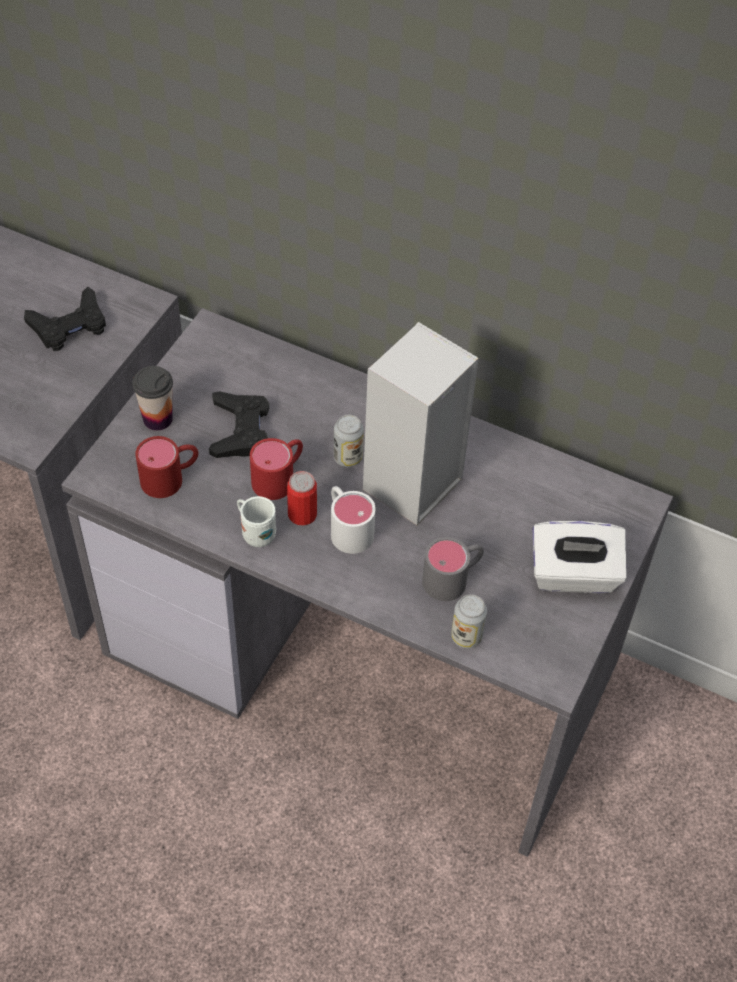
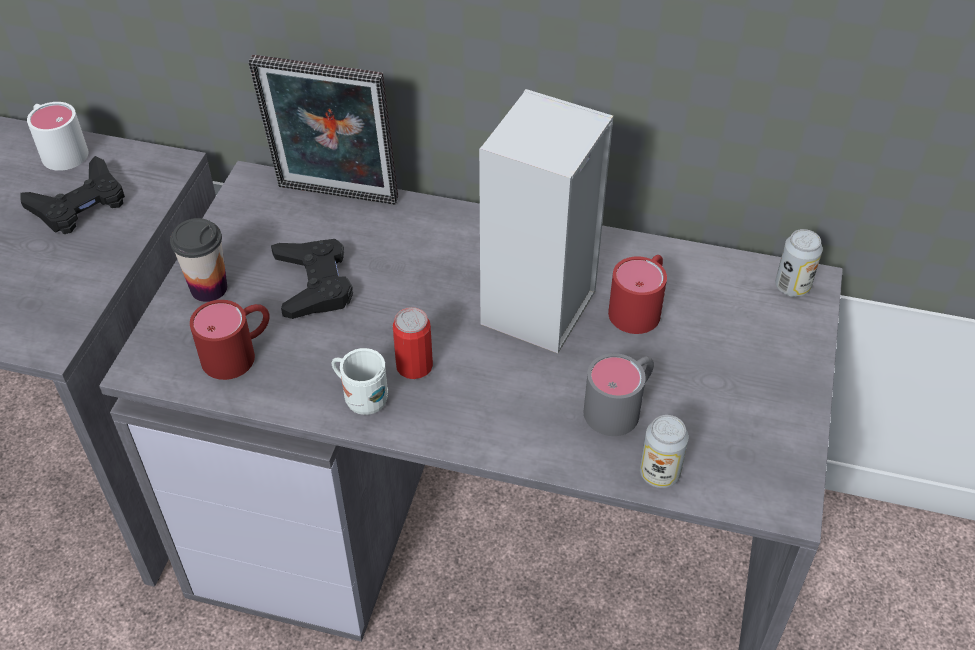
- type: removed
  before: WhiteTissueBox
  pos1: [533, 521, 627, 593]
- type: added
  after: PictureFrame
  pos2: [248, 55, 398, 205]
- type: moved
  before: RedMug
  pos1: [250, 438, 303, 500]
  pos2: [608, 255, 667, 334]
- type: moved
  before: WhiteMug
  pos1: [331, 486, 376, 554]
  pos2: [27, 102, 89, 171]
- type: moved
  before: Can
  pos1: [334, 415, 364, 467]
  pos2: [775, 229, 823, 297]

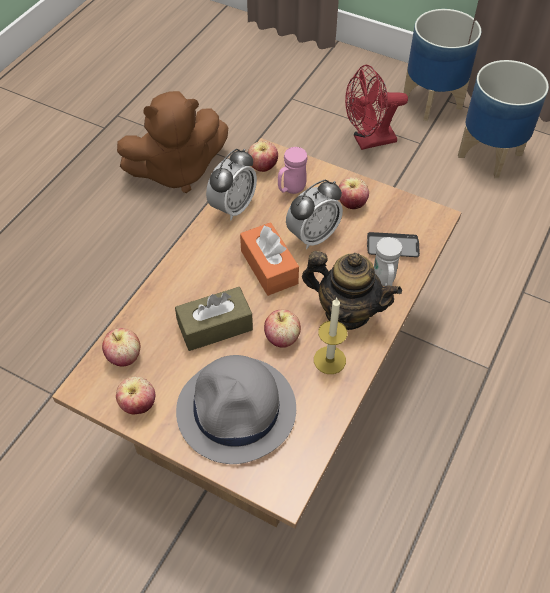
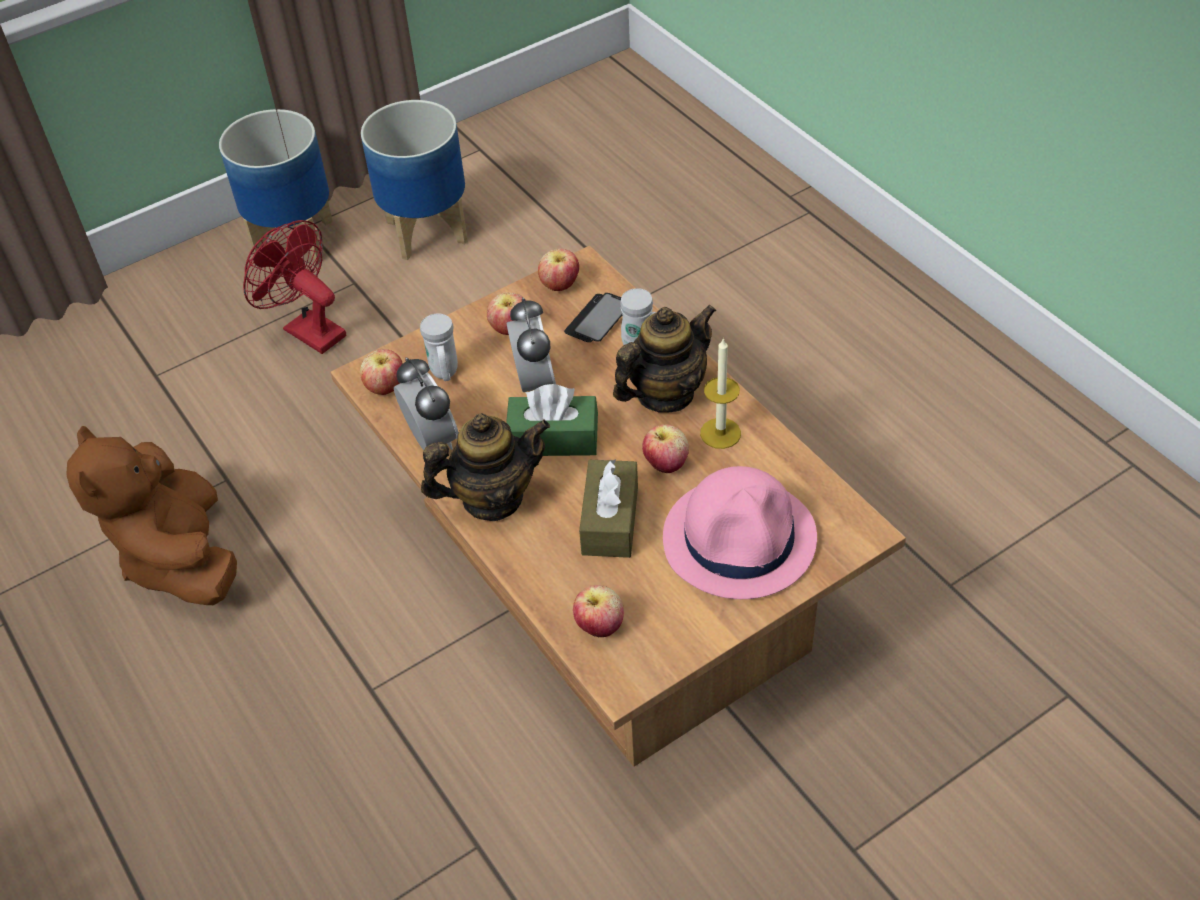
- type: added
  after: Teapot
  pos2: [421, 413, 550, 521]
- type: moved
  before: Apple
  pos1: [116, 377, 155, 414]
  pos2: [538, 249, 579, 291]
- type: recoloured
  before: GreyHat
  after: PinkHat
  pos1: [176, 355, 296, 464]
  pos2: [663, 466, 817, 599]
- type: recoloured
  before: OrangeTissueBox
  after: GreenTissueBox
  pos1: [240, 222, 299, 296]
  pos2: [506, 384, 598, 456]
- type: recoloured
  before: PinkMug
  after: WhiteMug
  pos1: [278, 147, 308, 194]
  pos2: [420, 314, 458, 381]
- type: turned
  before: BrownPlushToy
  pos1: [117, 91, 228, 193]
  pos2: [66, 426, 237, 605]
  turn: 150
- type: turned
  before: RedFan
  pos1: [345, 65, 408, 150]
  pos2: [243, 220, 346, 354]
  turn: 120

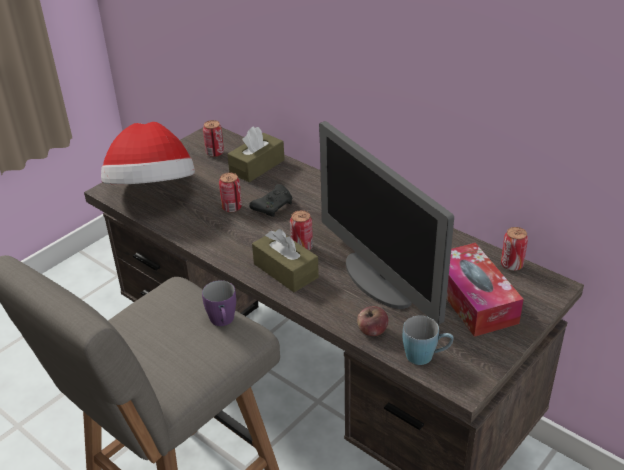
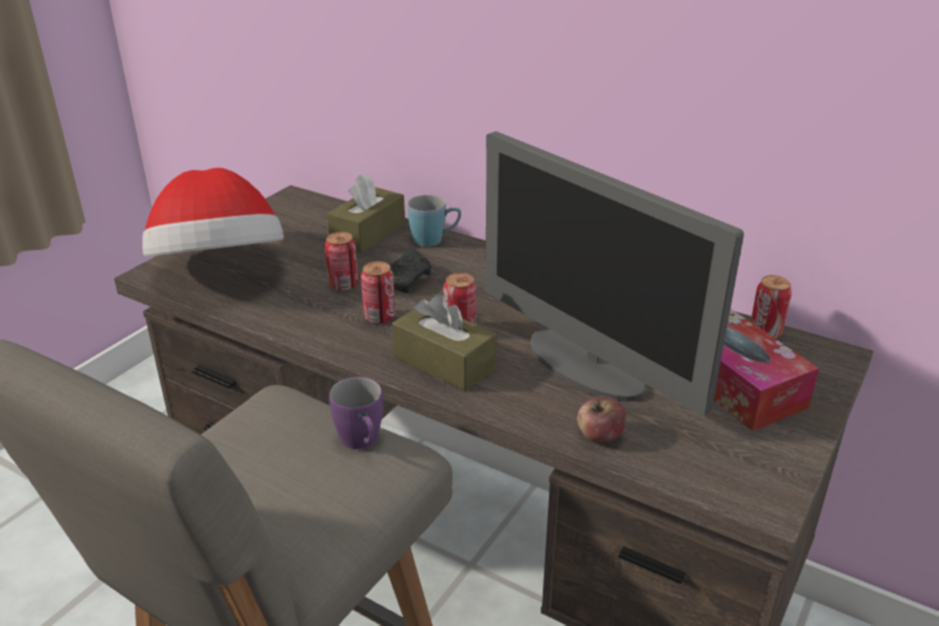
- type: moved
  before: Can
  pos1: [203, 120, 224, 157]
  pos2: [361, 261, 395, 324]
- type: moved
  before: BlueMug
  pos1: [403, 316, 454, 365]
  pos2: [408, 195, 461, 247]

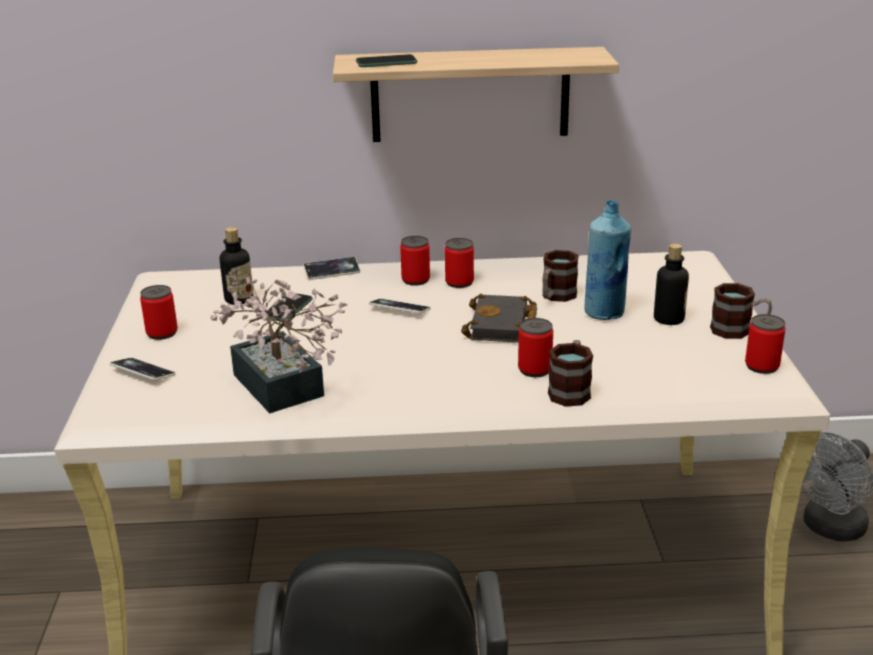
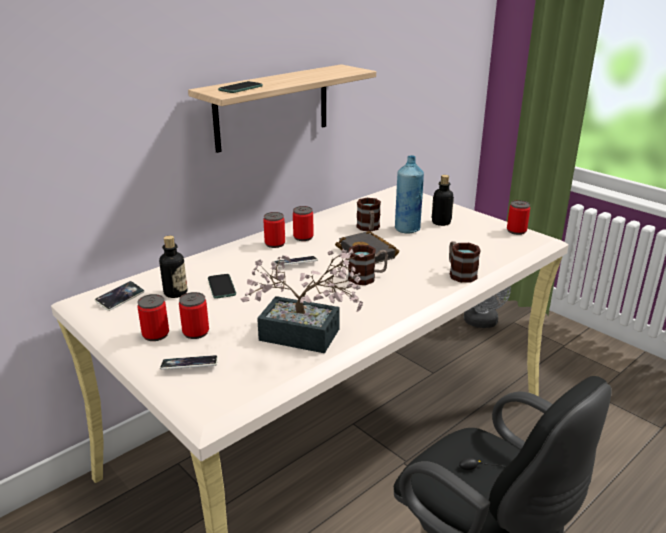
- type: moved
  before: Phone
  pos1: [303, 257, 360, 280]
  pos2: [95, 281, 145, 311]
- type: moved
  before: Can
  pos1: [518, 318, 553, 377]
  pos2: [179, 292, 209, 339]
- type: moved
  before: Mug
  pos1: [710, 283, 772, 339]
  pos2: [348, 245, 388, 285]

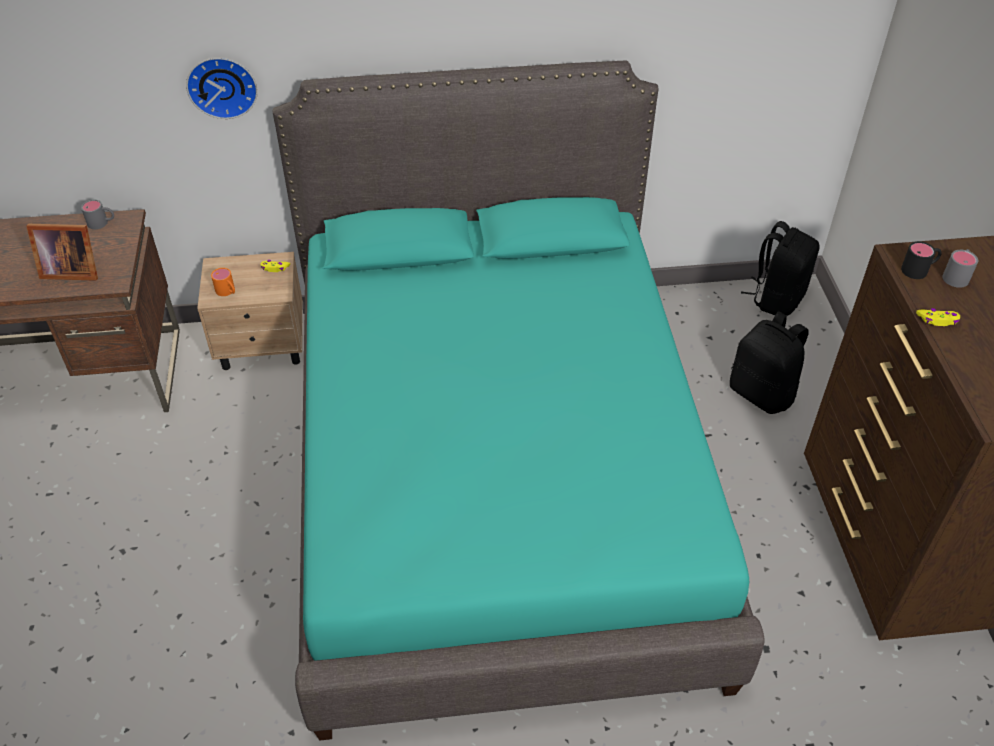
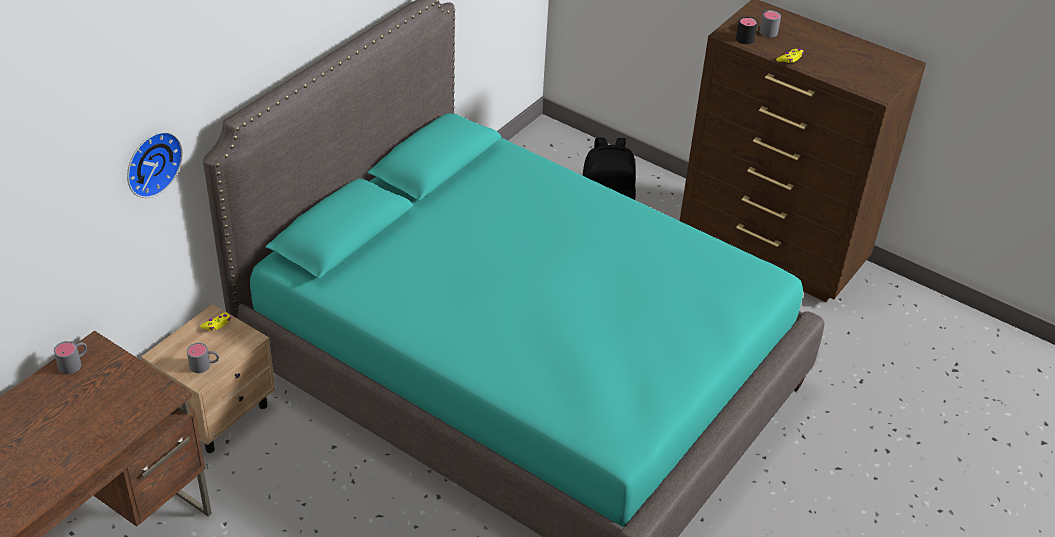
- type: removed
  before: PictureFrame
  pos1: [26, 224, 98, 281]
- type: removed
  before: BlackBackpack
  pos1: [741, 221, 820, 316]
- type: recoloured
  before: OrangeMug
  after: GreyMug
  pos1: [211, 268, 235, 296]
  pos2: [187, 343, 219, 373]

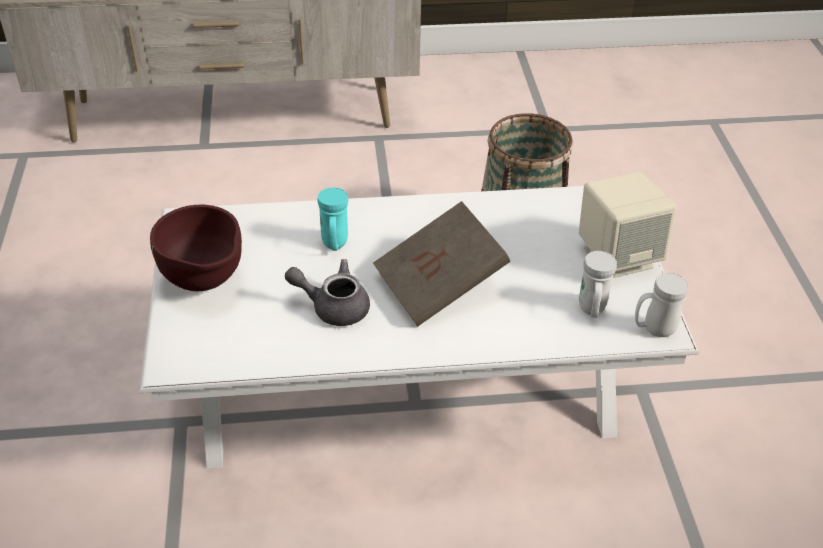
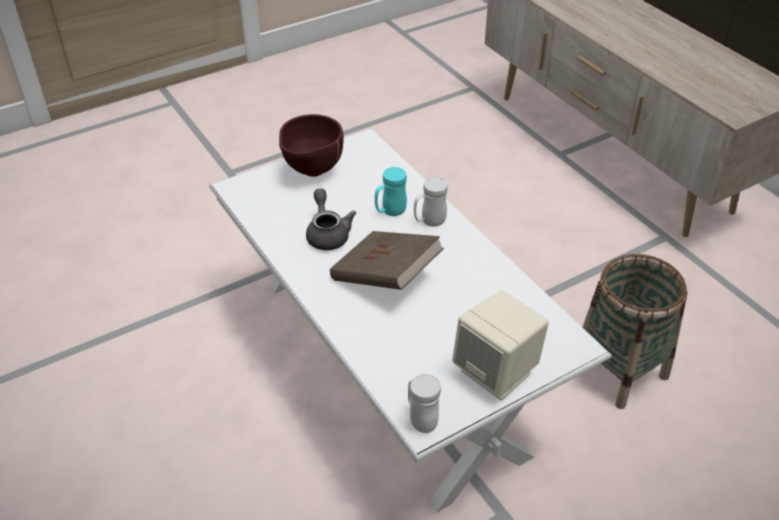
- type: moved
  before: WhiteMug
  pos1: [579, 251, 617, 318]
  pos2: [414, 177, 448, 227]

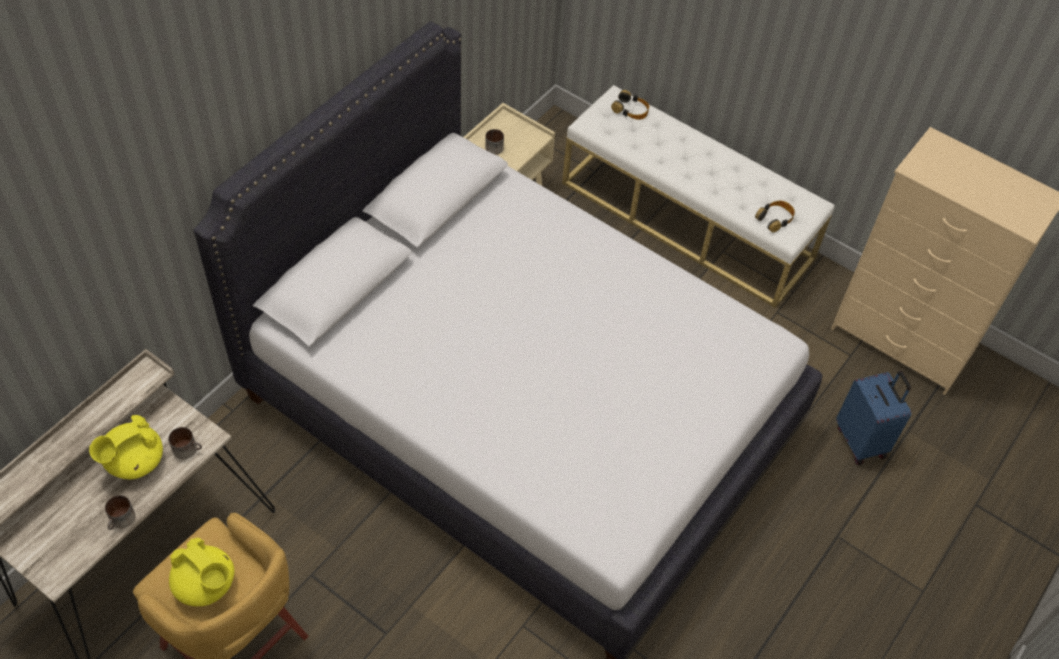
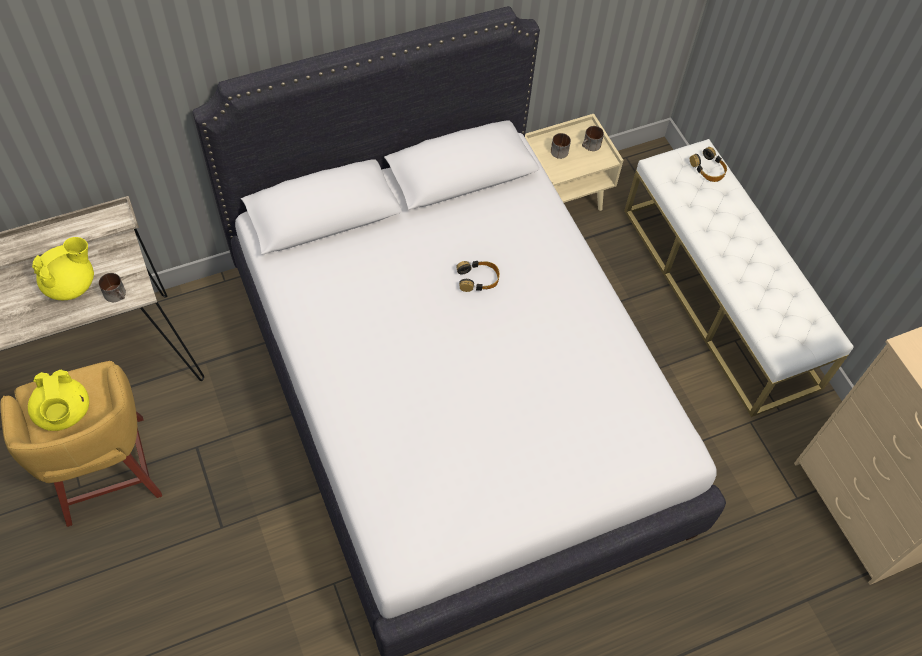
- type: removed
  before: BlueSuitcase
  pos1: [836, 371, 911, 465]
- type: moved
  before: Mug
  pos1: [105, 495, 136, 530]
  pos2: [582, 126, 604, 151]
- type: moved
  before: Headphones
  pos1: [755, 201, 795, 233]
  pos2: [456, 261, 500, 292]
- type: turned
  before: YellowTeapot
  pos1: [89, 415, 163, 479]
  pos2: [32, 237, 94, 300]
  turn: 150

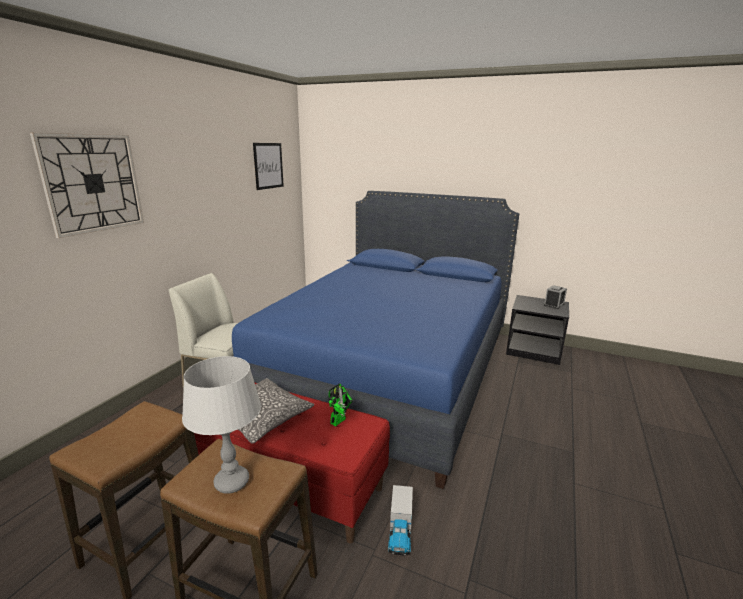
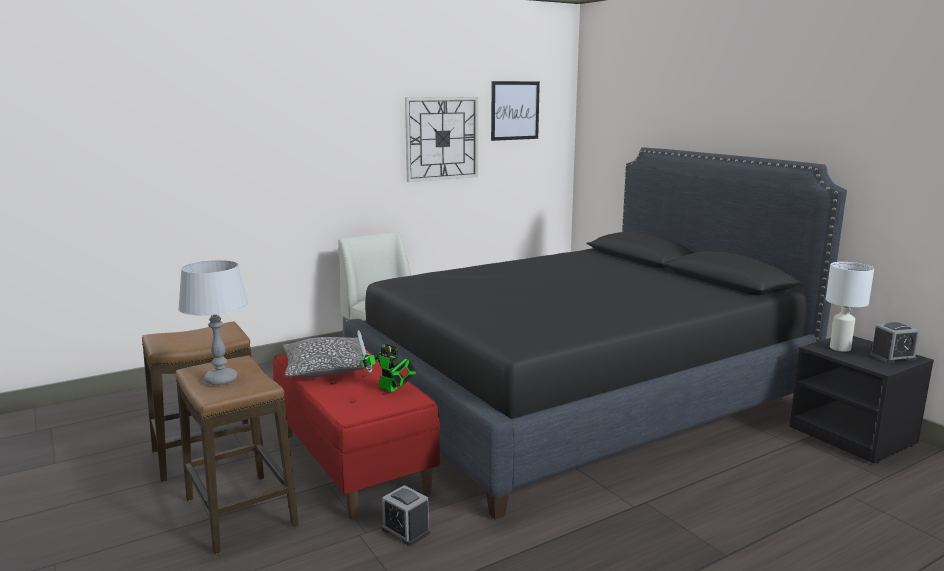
- type: added
  after: WhiteTableLamp
  pos2: [826, 262, 874, 352]
- type: moved
  before: WallClock
  pos1: [30, 133, 144, 238]
  pos2: [405, 97, 478, 182]
- type: replaced
  before: ToyTruck
  after: AlarmClock
  pos1: [388, 485, 413, 555]
  pos2: [382, 485, 431, 546]
- type: recoloured
  before: BlueBed
  after: BlackBed
  pos1: [232, 191, 519, 489]
  pos2: [344, 147, 847, 520]
- type: turned
  before: ToyRobot
  pos1: [328, 384, 353, 426]
  pos2: [357, 330, 417, 392]
  turn: 60

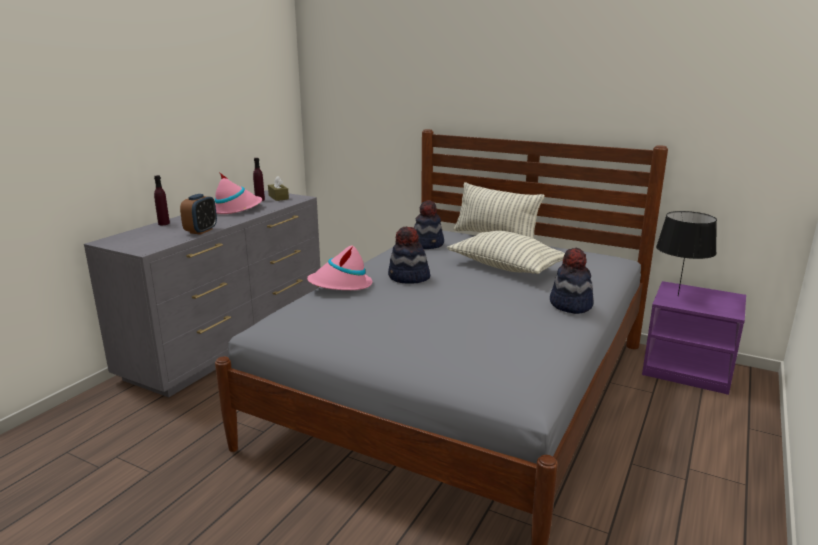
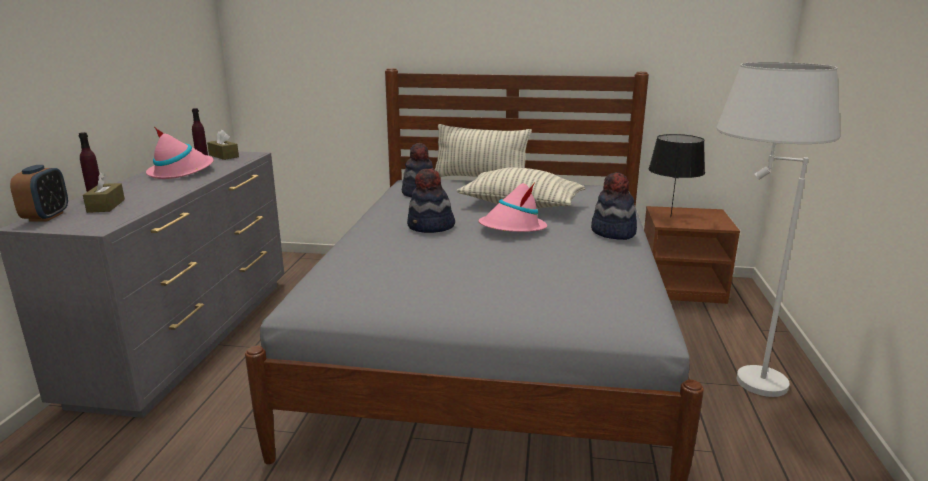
- type: added
  after: BrownTissueBox
  pos2: [83, 172, 125, 213]
- type: added
  after: WhiteFloorLamp
  pos2: [717, 62, 840, 397]
- type: moved
  before: AlarmClock
  pos1: [180, 194, 217, 235]
  pos2: [10, 165, 68, 222]
- type: moved
  before: PinkHat
  pos1: [307, 246, 372, 290]
  pos2: [478, 182, 547, 232]
- type: recoloured
  before: PurpleNightstand
  after: BrownNightstand
  pos1: [642, 281, 746, 395]
  pos2: [644, 206, 740, 304]

